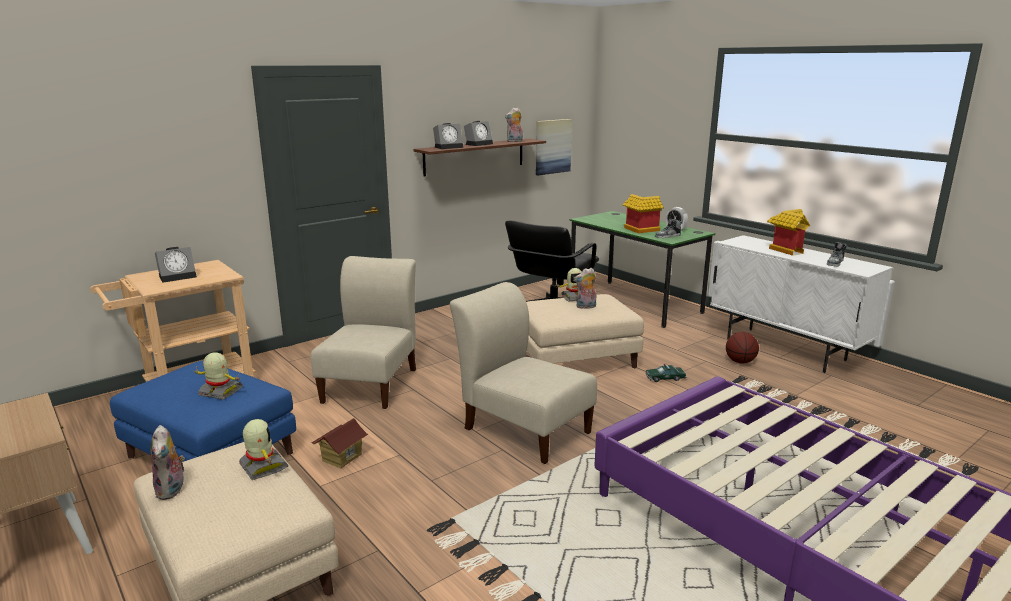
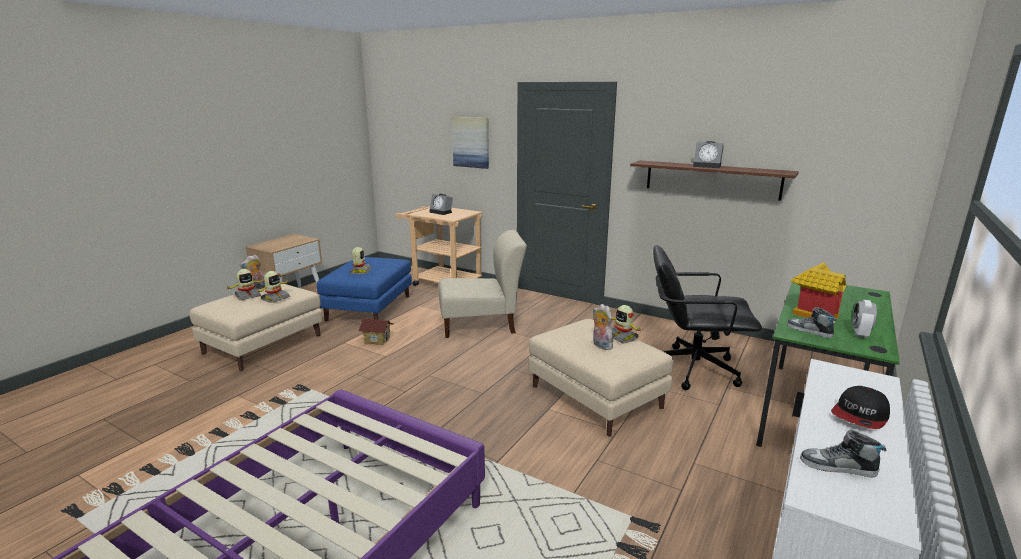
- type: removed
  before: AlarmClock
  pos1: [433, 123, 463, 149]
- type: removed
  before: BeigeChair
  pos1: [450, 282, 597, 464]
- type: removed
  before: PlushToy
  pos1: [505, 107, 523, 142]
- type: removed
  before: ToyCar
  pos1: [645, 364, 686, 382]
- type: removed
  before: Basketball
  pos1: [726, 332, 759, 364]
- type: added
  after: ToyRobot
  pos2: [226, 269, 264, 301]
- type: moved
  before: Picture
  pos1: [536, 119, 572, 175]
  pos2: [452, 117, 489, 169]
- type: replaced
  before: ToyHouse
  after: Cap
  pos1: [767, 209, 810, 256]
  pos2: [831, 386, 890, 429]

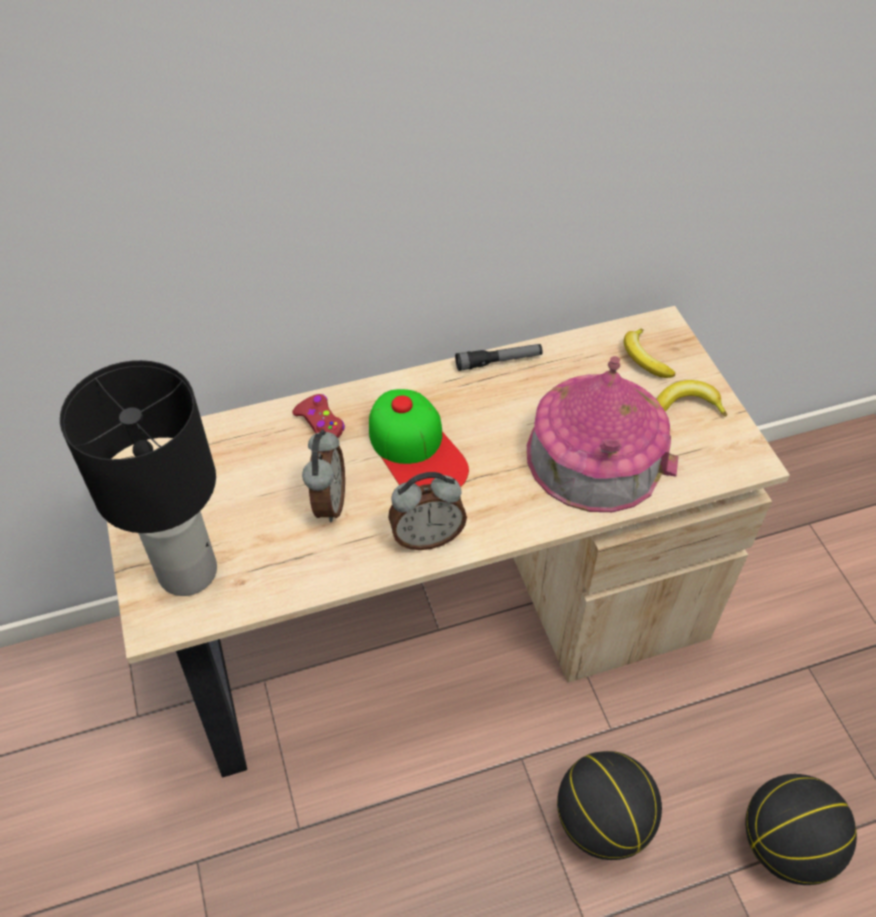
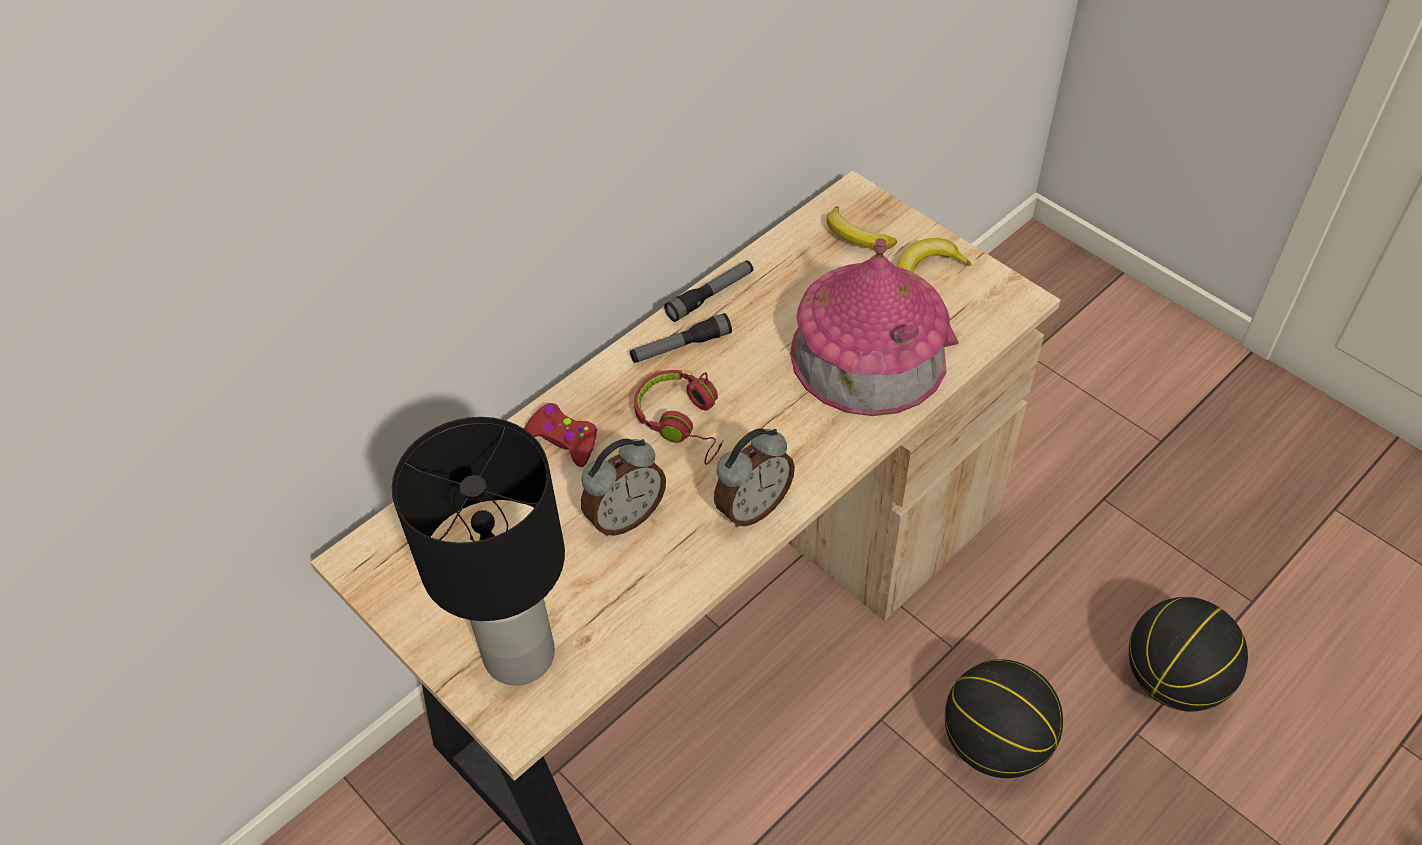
- type: added
  after: Flashlight
  pos2: [630, 313, 732, 363]
- type: replaced
  before: Cap
  after: RedHeadphones
  pos1: [369, 389, 469, 487]
  pos2: [634, 370, 724, 465]
- type: turned
  before: AlarmClock
  pos1: [302, 429, 345, 522]
  pos2: [581, 439, 666, 536]
  turn: 75

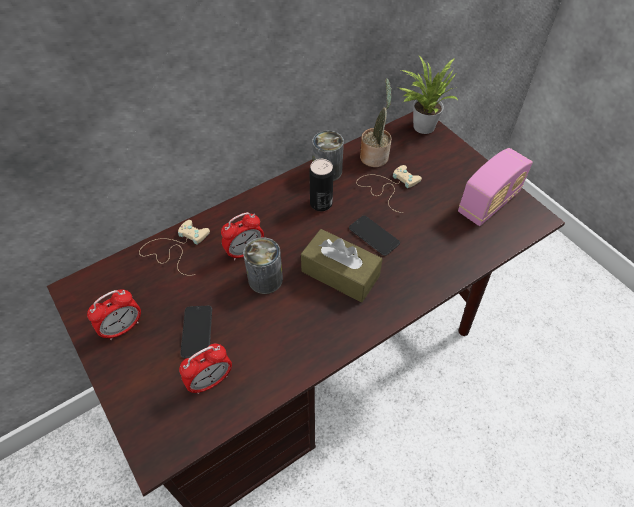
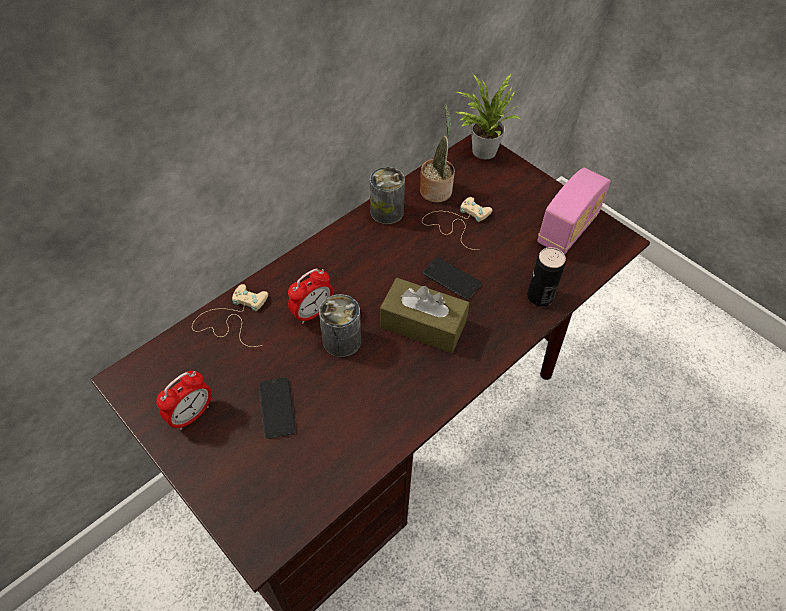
- type: removed
  before: AlarmClock
  pos1: [179, 344, 232, 394]
- type: moved
  before: Can
  pos1: [310, 159, 334, 211]
  pos2: [527, 247, 566, 307]

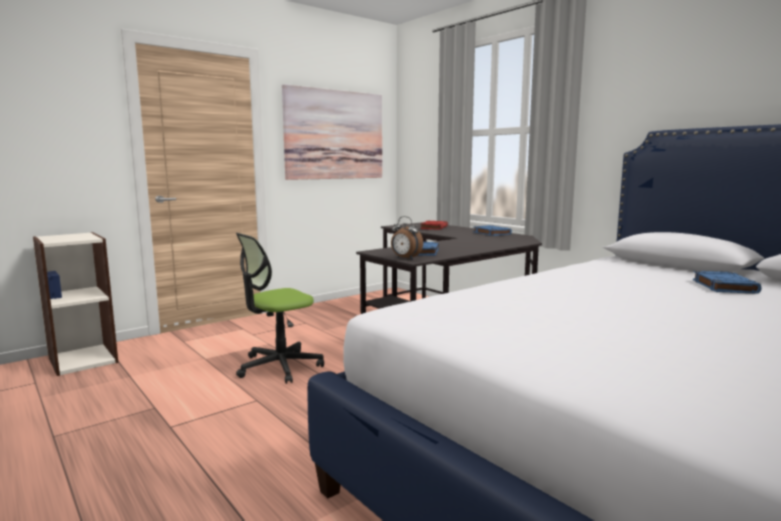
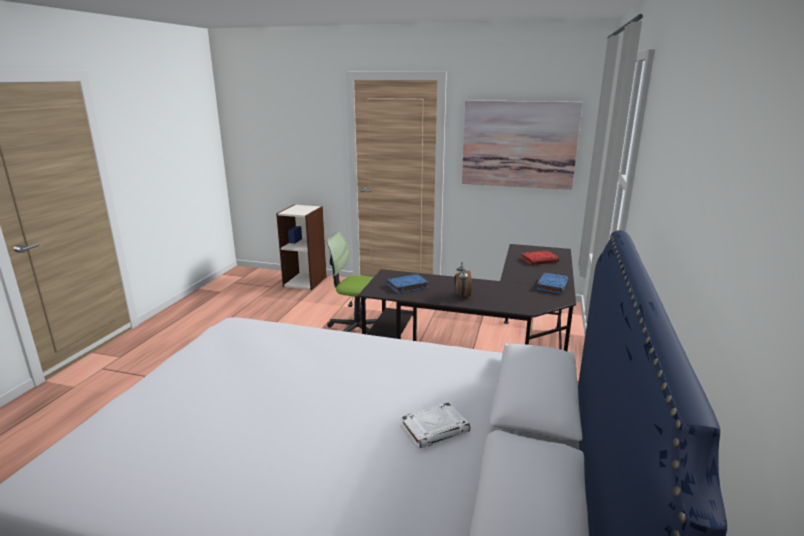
- type: moved
  before: AlarmClock
  pos1: [391, 216, 423, 260]
  pos2: [454, 262, 472, 298]
- type: recoloured
  before: BlueBook
  after: WhiteBook
  pos1: [693, 271, 762, 294]
  pos2: [401, 402, 470, 449]

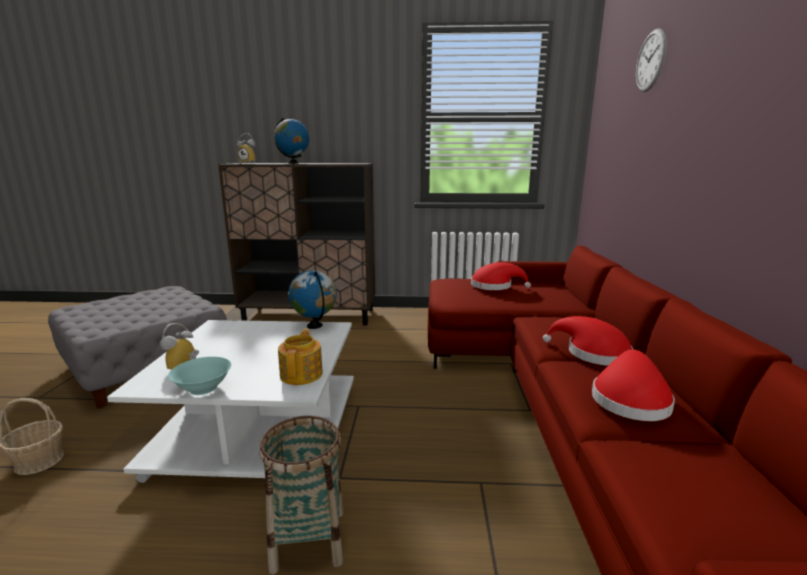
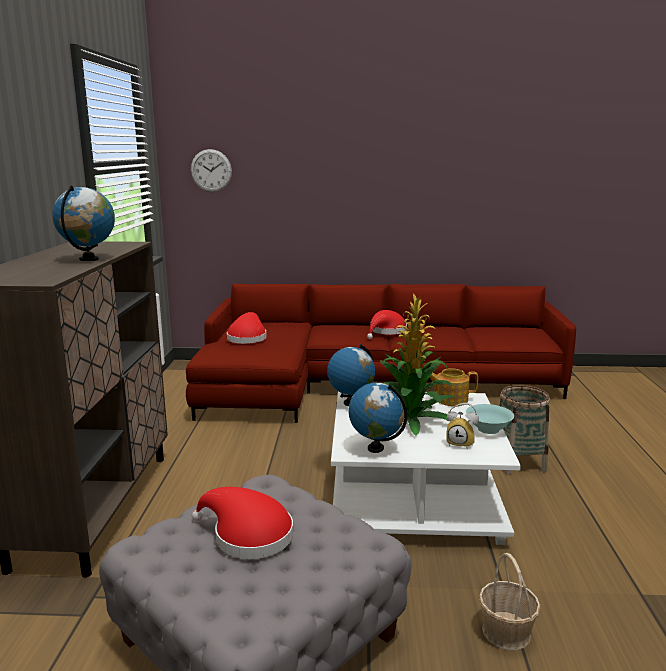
- type: removed
  before: AlarmClock
  pos1: [237, 133, 256, 164]
- type: added
  after: Globe
  pos2: [349, 383, 407, 453]
- type: added
  after: PottedPlant
  pos2: [380, 293, 455, 436]
- type: moved
  before: RedHat
  pos1: [592, 350, 675, 421]
  pos2: [192, 487, 293, 559]
- type: moved
  before: WallClock
  pos1: [636, 28, 667, 92]
  pos2: [191, 149, 232, 192]

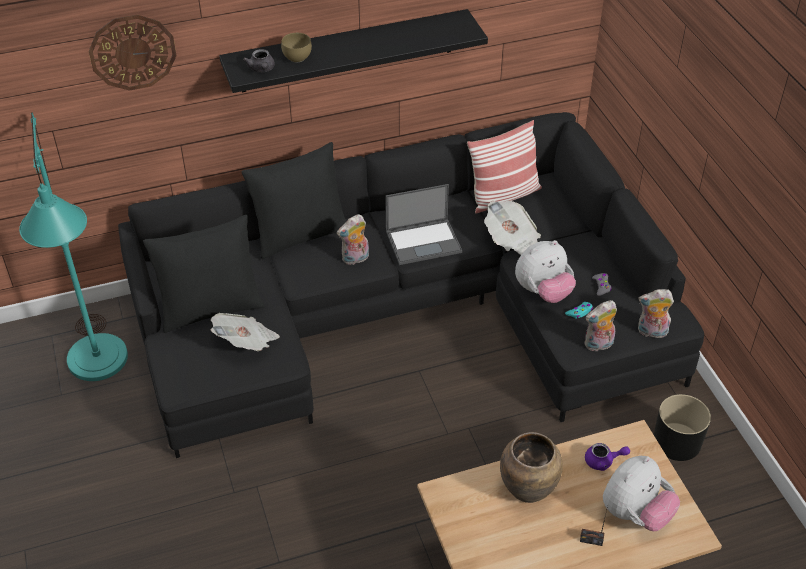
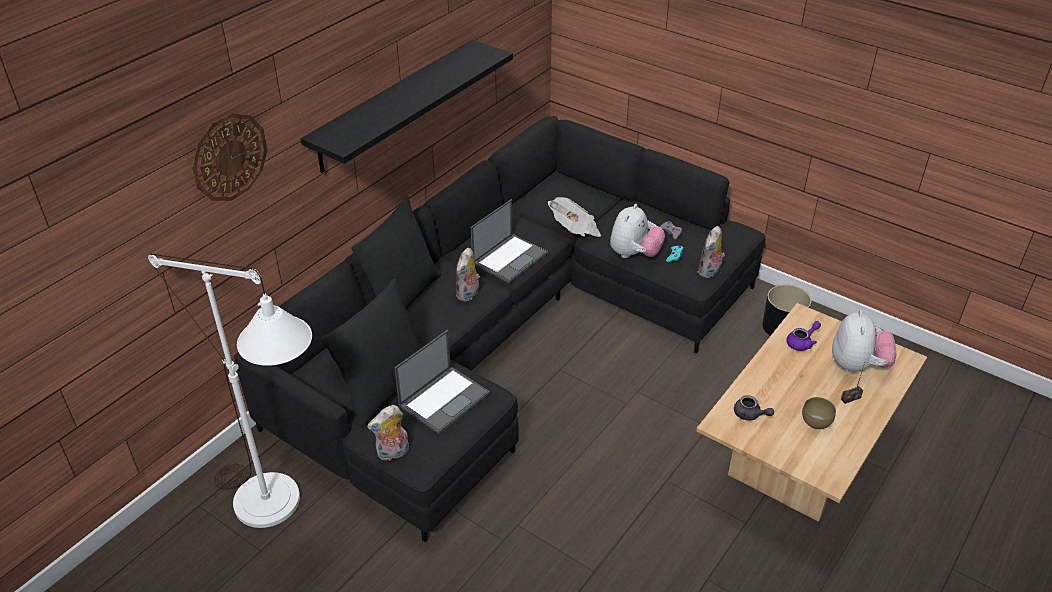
- type: removed
  before: Pillow
  pos1: [467, 120, 542, 213]
- type: removed
  before: BrownVase
  pos1: [500, 432, 563, 503]
- type: moved
  before: GreyTeapot
  pos1: [243, 49, 275, 72]
  pos2: [734, 395, 774, 420]
- type: moved
  before: BrownBowl
  pos1: [281, 33, 312, 62]
  pos2: [802, 397, 836, 429]
- type: moved
  before: PlushToy
  pos1: [638, 289, 674, 338]
  pos2: [367, 405, 409, 461]
- type: replaced
  before: Newspaper
  after: Laptop
  pos1: [210, 313, 280, 351]
  pos2: [394, 330, 490, 434]
- type: recoloured
  before: TurquoiseFloorLamp
  after: WhiteFloorLamp
  pos1: [19, 112, 128, 381]
  pos2: [148, 254, 312, 528]

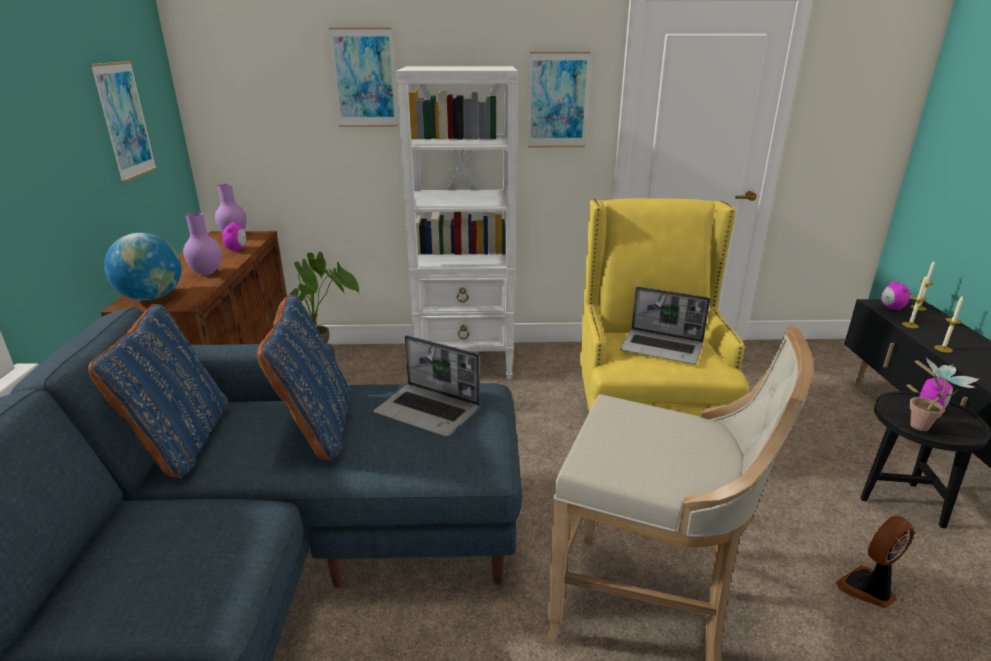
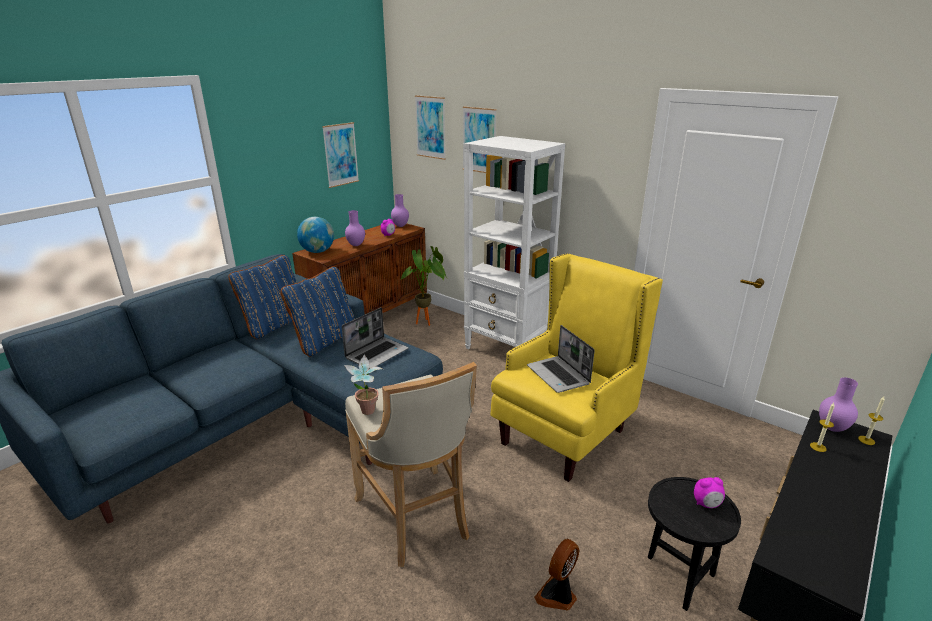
- type: removed
  before: Candle
  pos1: [934, 295, 963, 353]
- type: moved
  before: Picture
  pos1: [528, 52, 591, 147]
  pos2: [415, 95, 446, 160]
- type: moved
  before: PottedPlant
  pos1: [910, 358, 979, 431]
  pos2: [344, 355, 383, 415]
- type: replaced
  before: AlarmClock
  after: PurpleVase
  pos1: [881, 281, 910, 311]
  pos2: [819, 377, 858, 432]
- type: turned
  before: Laptop
  pos1: [373, 335, 480, 437]
  pos2: [342, 307, 408, 369]
  turn: -120
- type: turned
  before: Fan
  pos1: [835, 515, 914, 608]
  pos2: [534, 539, 579, 611]
  turn: -60

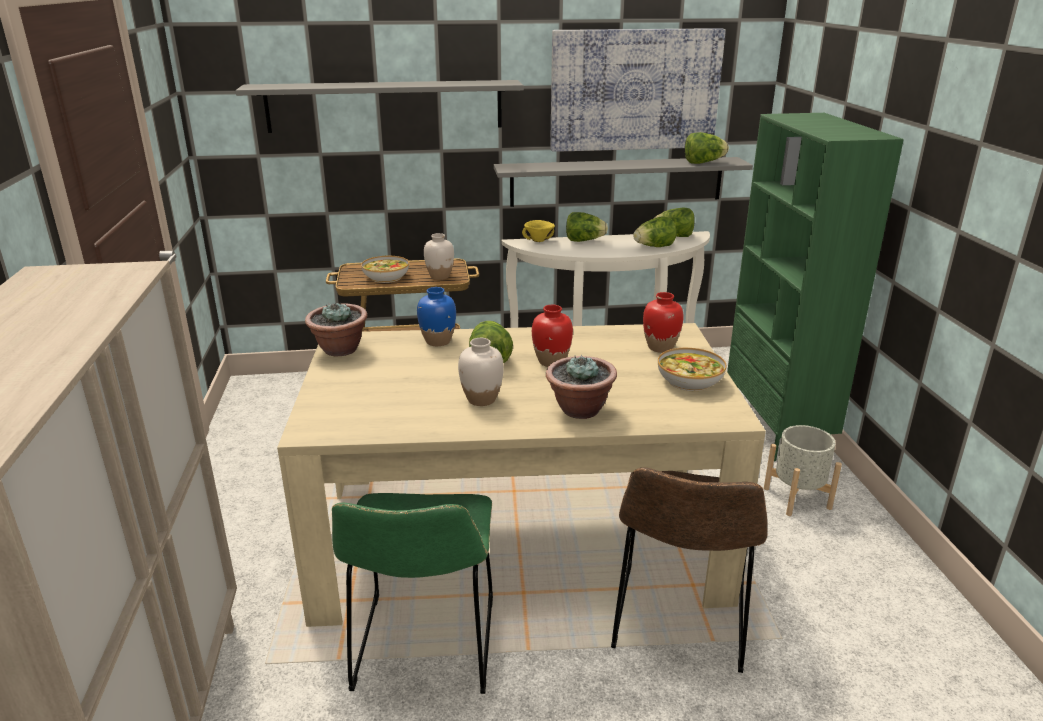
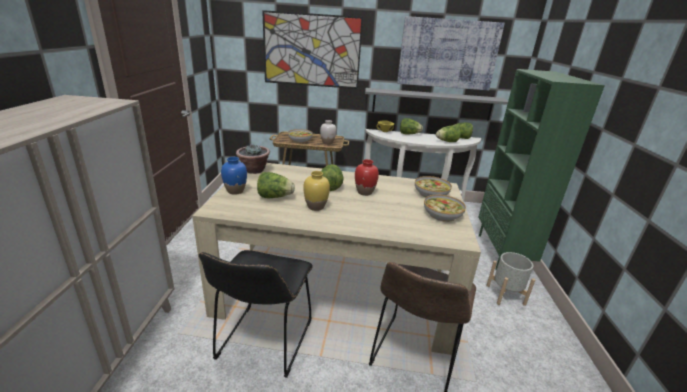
- type: removed
  before: PottedPlant
  pos1: [546, 354, 617, 419]
- type: moved
  before: BlueVase
  pos1: [417, 287, 456, 346]
  pos2: [221, 157, 247, 195]
- type: moved
  before: Lettuce
  pos1: [685, 132, 729, 164]
  pos2: [257, 172, 295, 198]
- type: replaced
  before: GreyShelf
  after: Picture
  pos1: [235, 80, 524, 133]
  pos2: [262, 10, 363, 89]
- type: replaced
  before: RedVase
  after: Bowl
  pos1: [643, 292, 684, 353]
  pos2: [415, 176, 452, 197]
- type: recoloured
  before: GreenChair
  after: BlackChair
  pos1: [332, 493, 493, 694]
  pos2: [199, 250, 313, 378]
- type: recoloured
  before: WhiteVase
  after: YellowVase
  pos1: [458, 338, 504, 406]
  pos2: [303, 171, 330, 211]

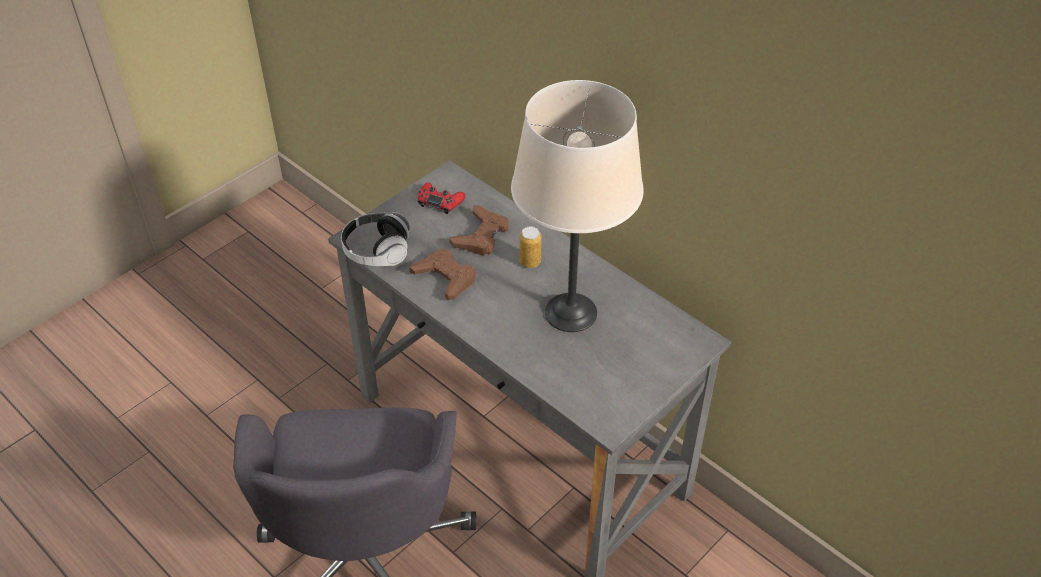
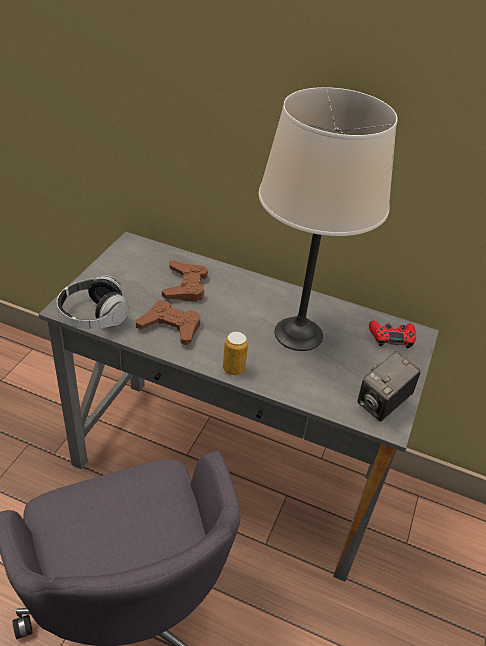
- type: added
  after: PhotoCamera
  pos2: [357, 351, 421, 422]
- type: moved
  before: RedGameController
  pos1: [418, 182, 465, 214]
  pos2: [369, 321, 416, 348]
- type: moved
  before: Can
  pos1: [519, 226, 542, 268]
  pos2: [223, 331, 248, 375]

